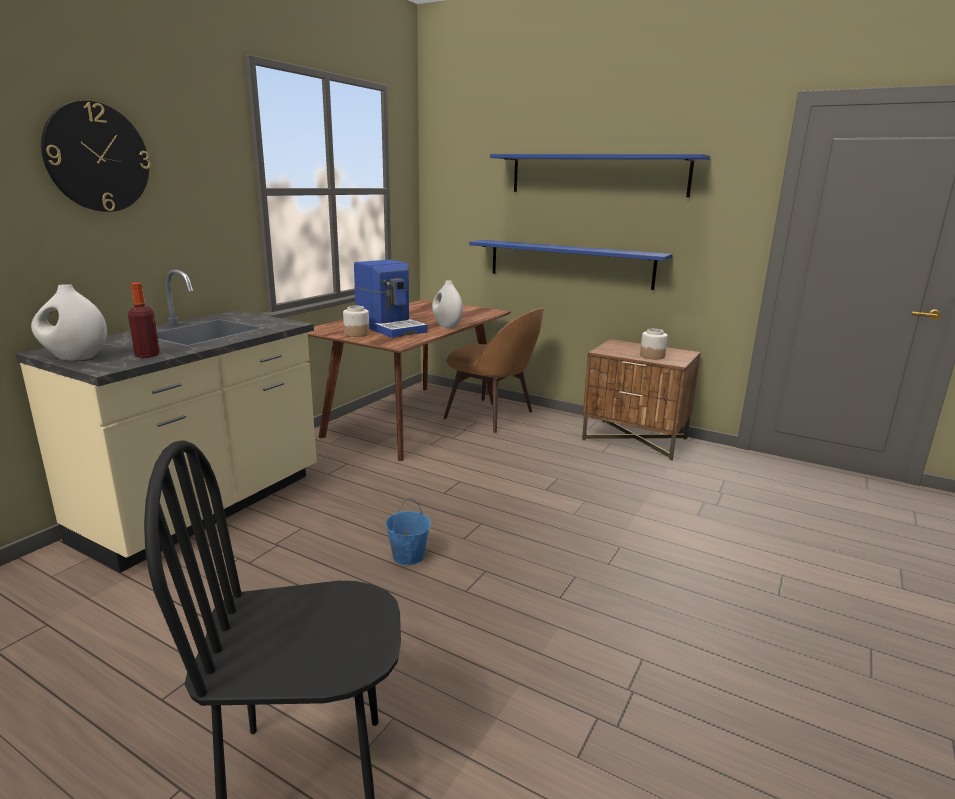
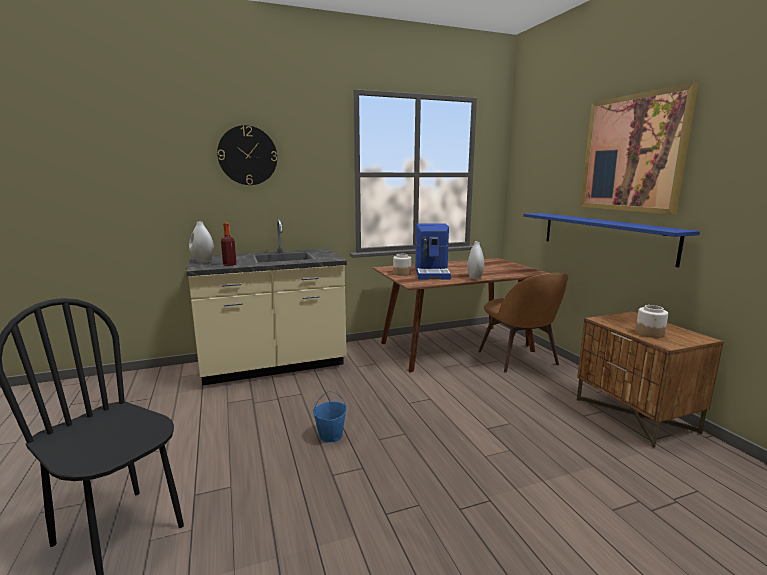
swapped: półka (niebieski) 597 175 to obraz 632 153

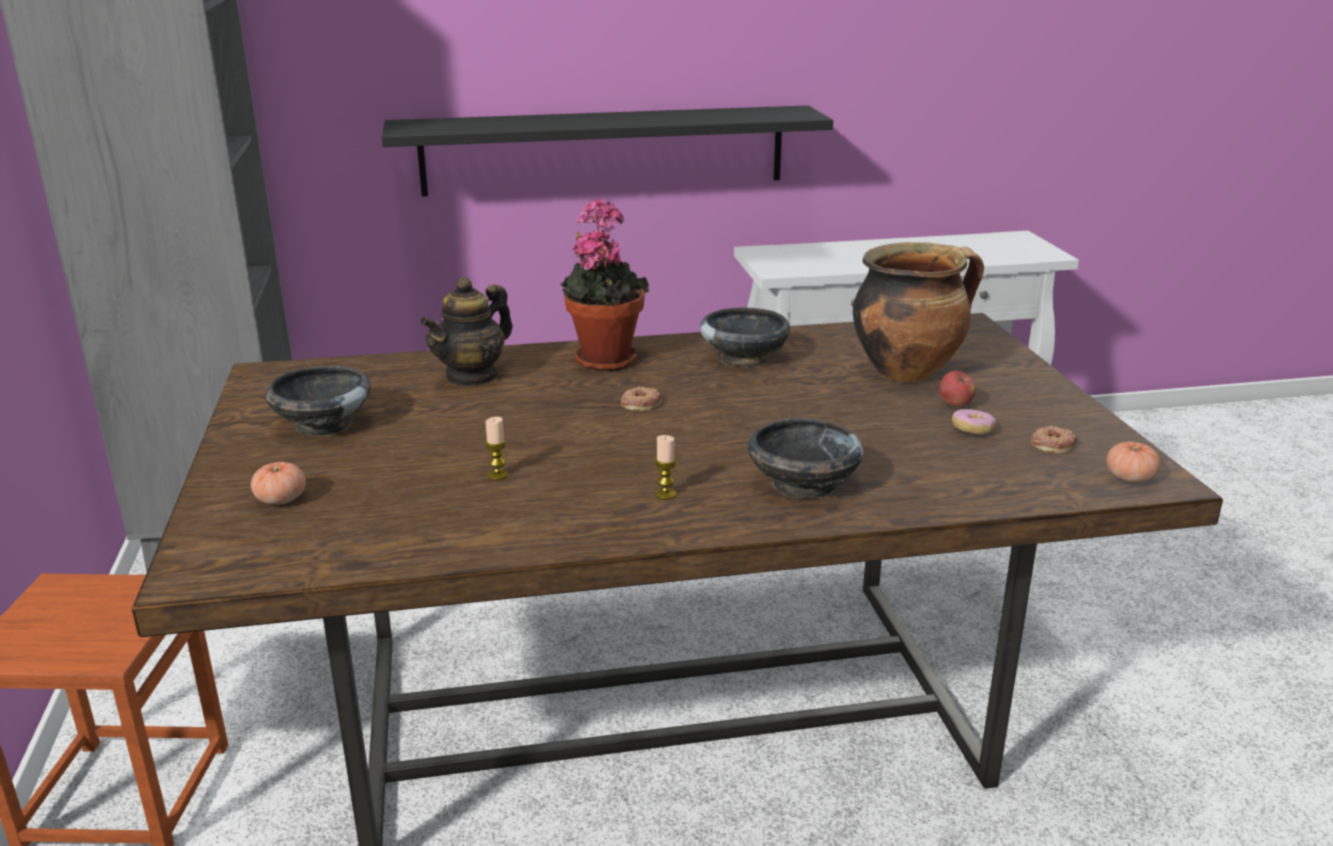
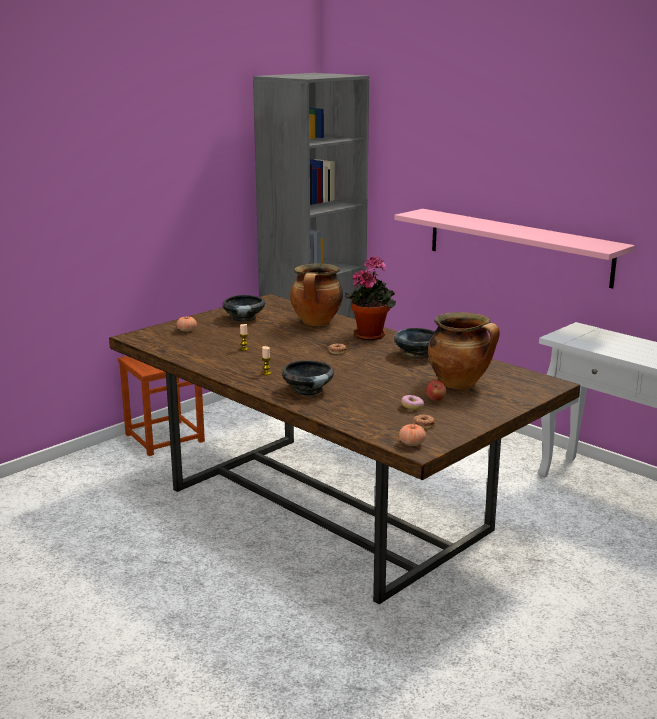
swapped: imbryk 472 376 to garnek 317 323
repainted: półka (czarny) 604 150 to półka (różowy) 517 246

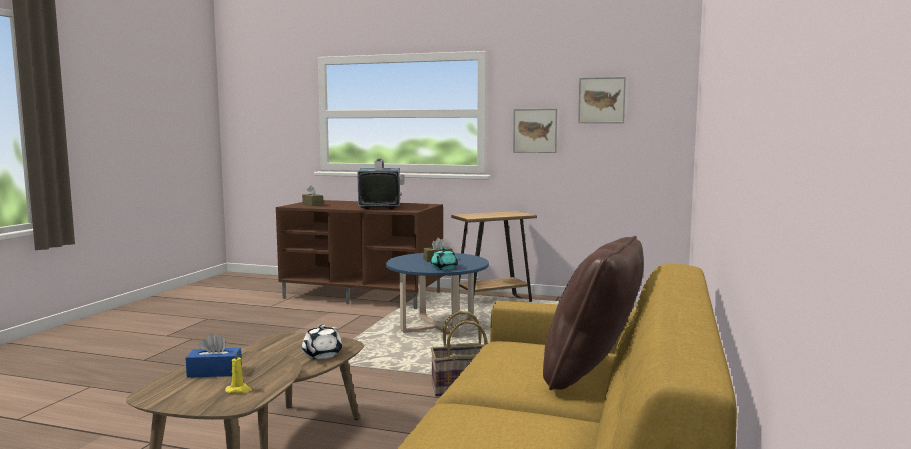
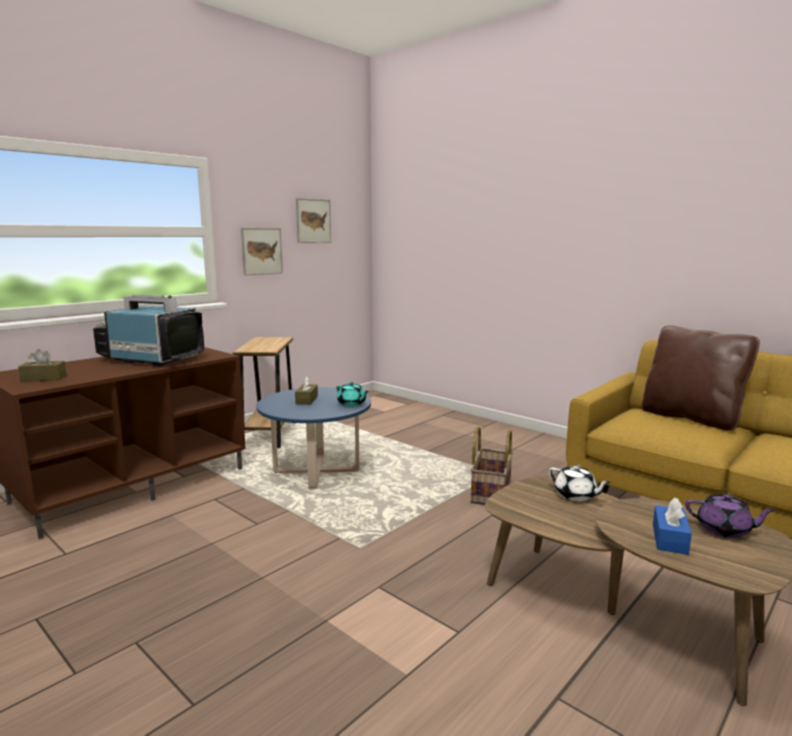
swapped: świeca (żółty) 239 390 to imbryk (fioletowy) 724 530

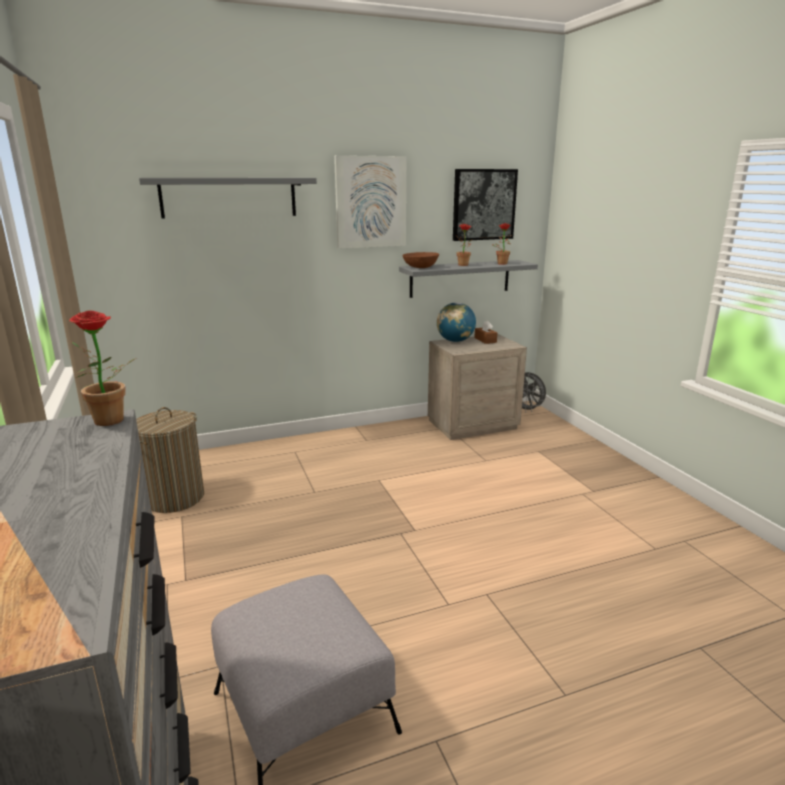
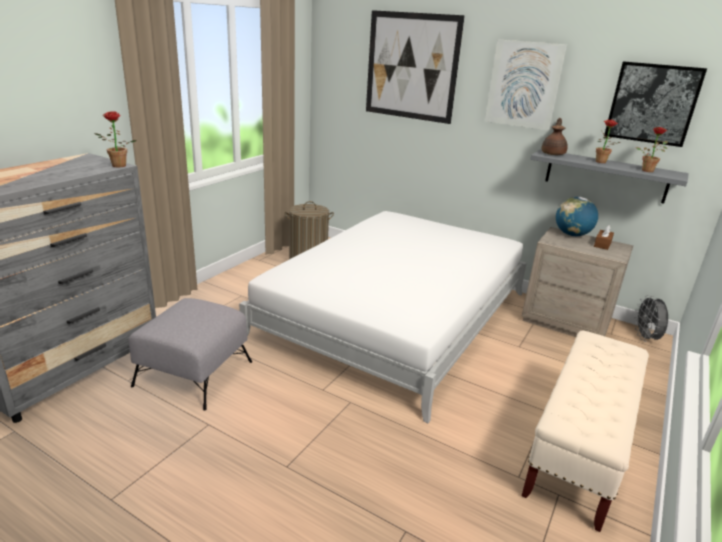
new: łóżko (biały) 395 315; ławka (beżowy) 579 450
swapped: półka (szary) 229 197 to obraz 411 67; miska (brązowy) 421 267 to imbryk (brązowy) 553 154

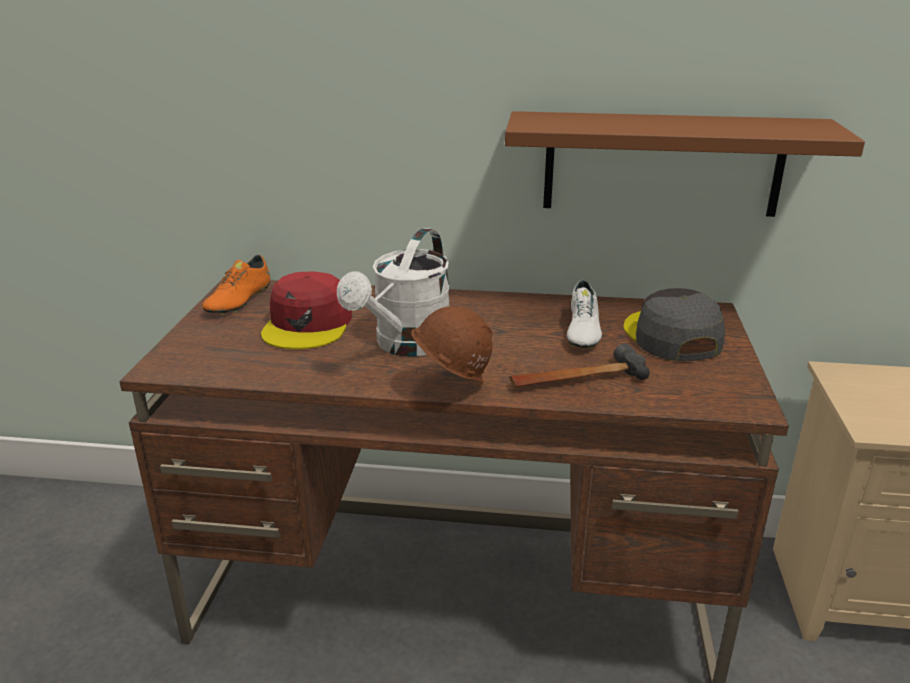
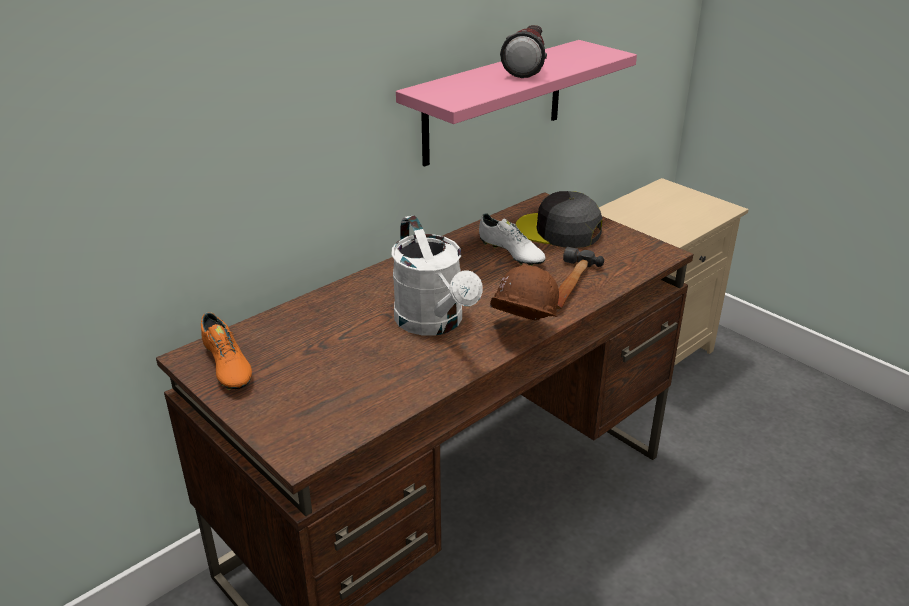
gone: czapka z daszkiem (czerwony) 308 325
new: latarka 527 66
repainted: półka (brązowy) 662 164 to półka (różowy) 494 102

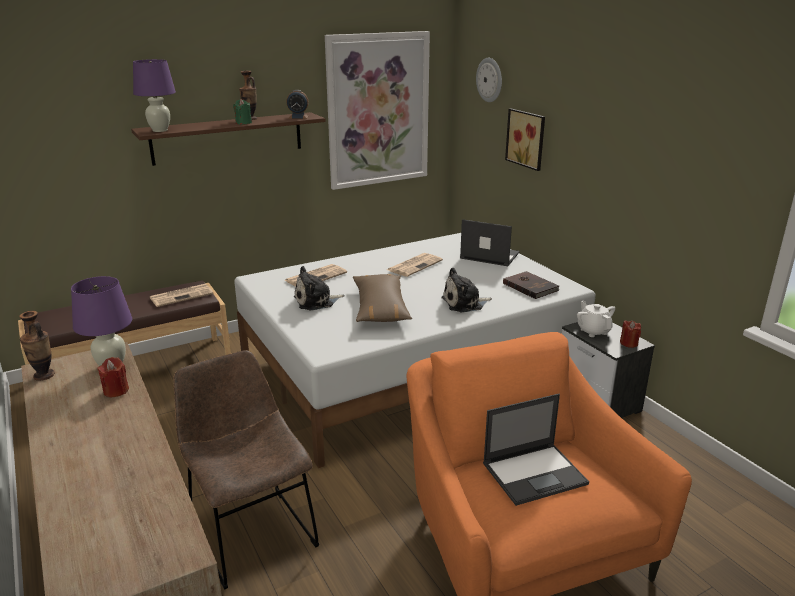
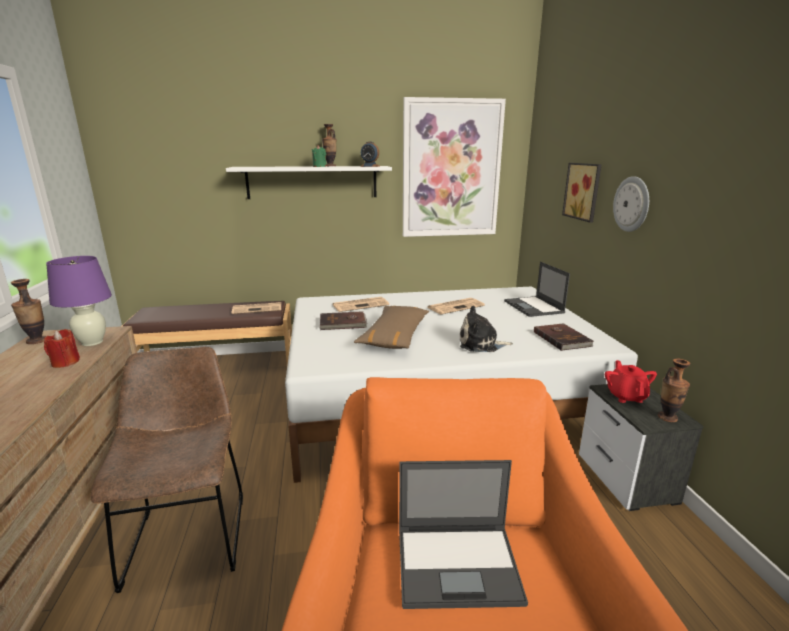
gone: lampa stołowa (fioletowy) 160 130
shifted: zegar ścienny 490 80 to 632 204
swapped: pluszak 316 301 to książka (brązowy) 343 323; świeca (czerwony) 629 343 to wazon 667 417
repainted: półka (brązowy) 228 138 to półka (biały) 312 182; imbryk (biały) 593 331 to imbryk (czerwony) 626 396
rotated: laptop 489 255 = 534 307 150 degrees counterclockwise

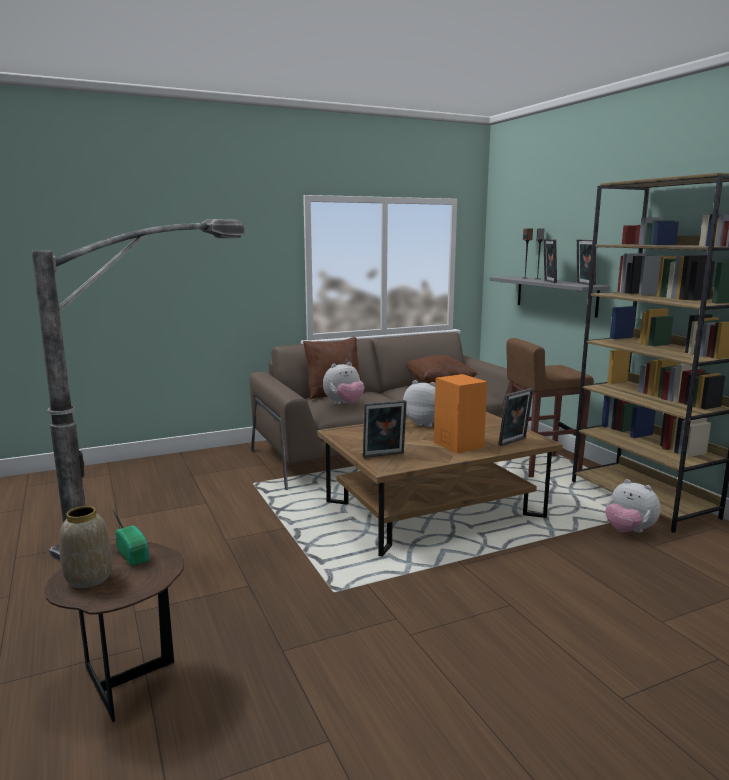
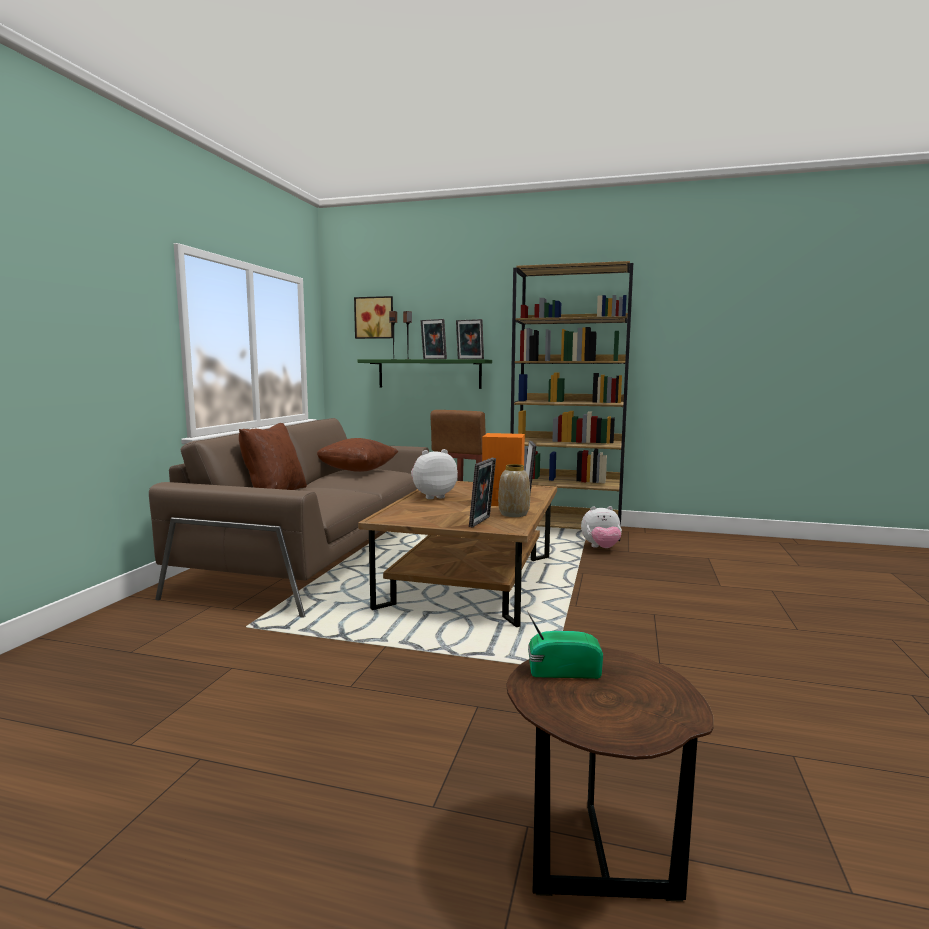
gone: lampa stojąca 169 508; pluszak 344 404
new: obraz 374 318
shifted: wazon 89 579 to 514 514
repainted: półka (szary) 555 295 to półka (zielony) 429 374

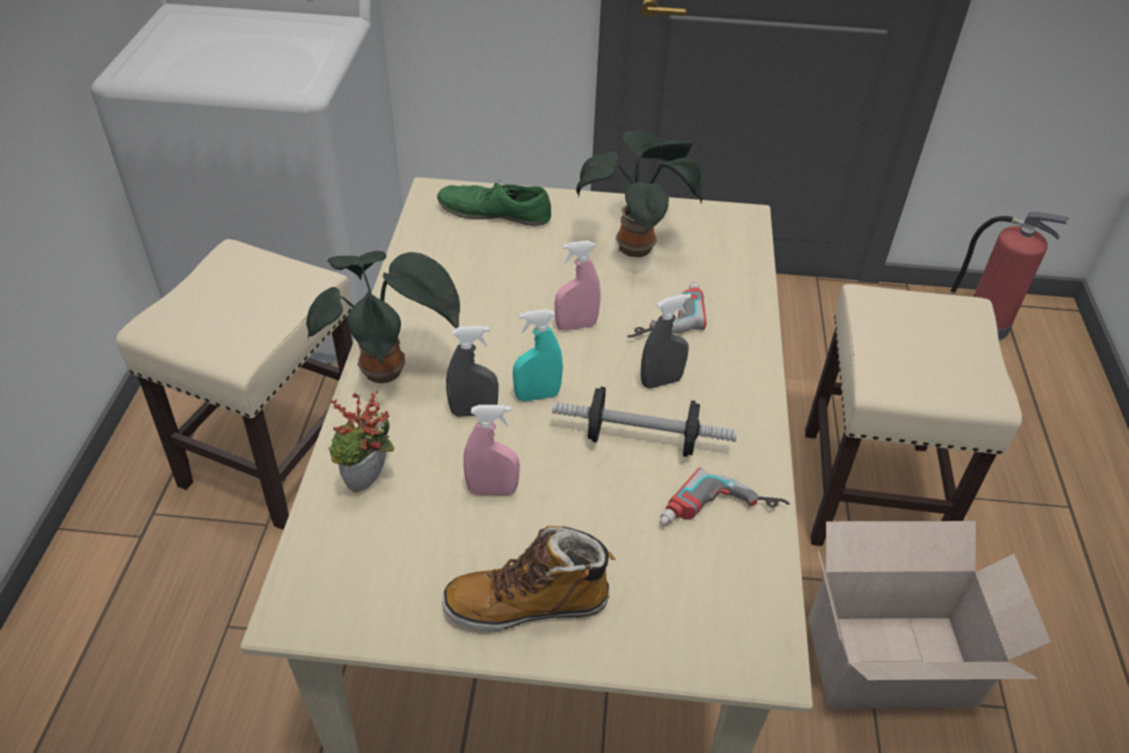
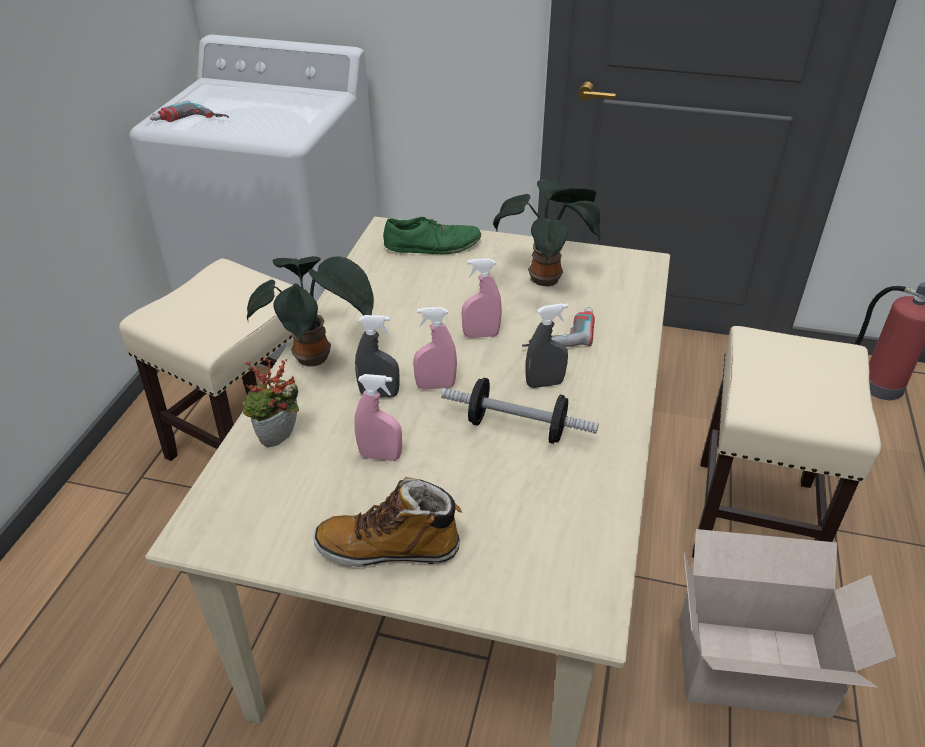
shifted: wiertarka 721 517 to 189 122
repainted: spryskiwacz (turkusowy) 537 395 to spryskiwacz (różowy) 435 386
rotated: but (zielony) 494 212 = 432 245 150 degrees clockwise

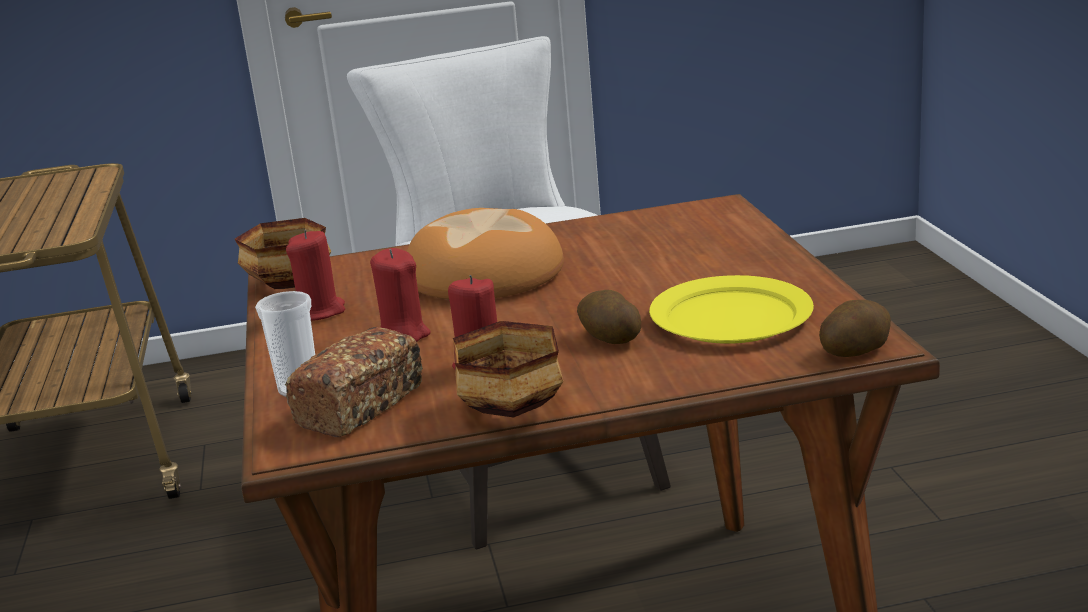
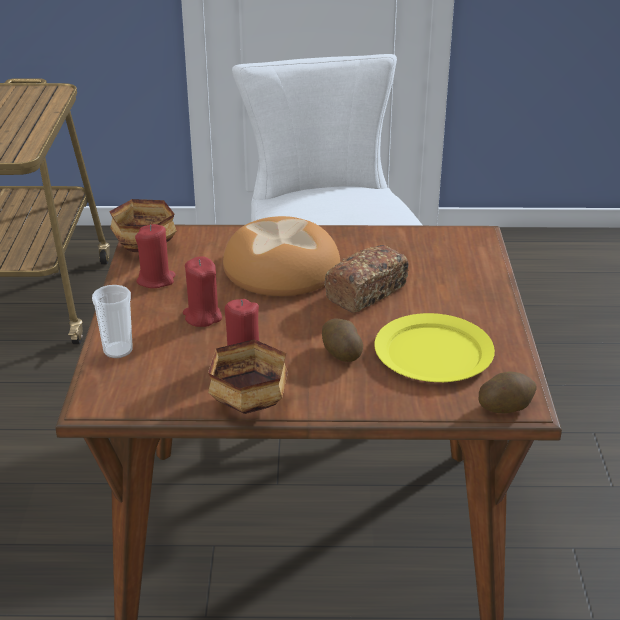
shifted: chleb 360 406 to 366 292

